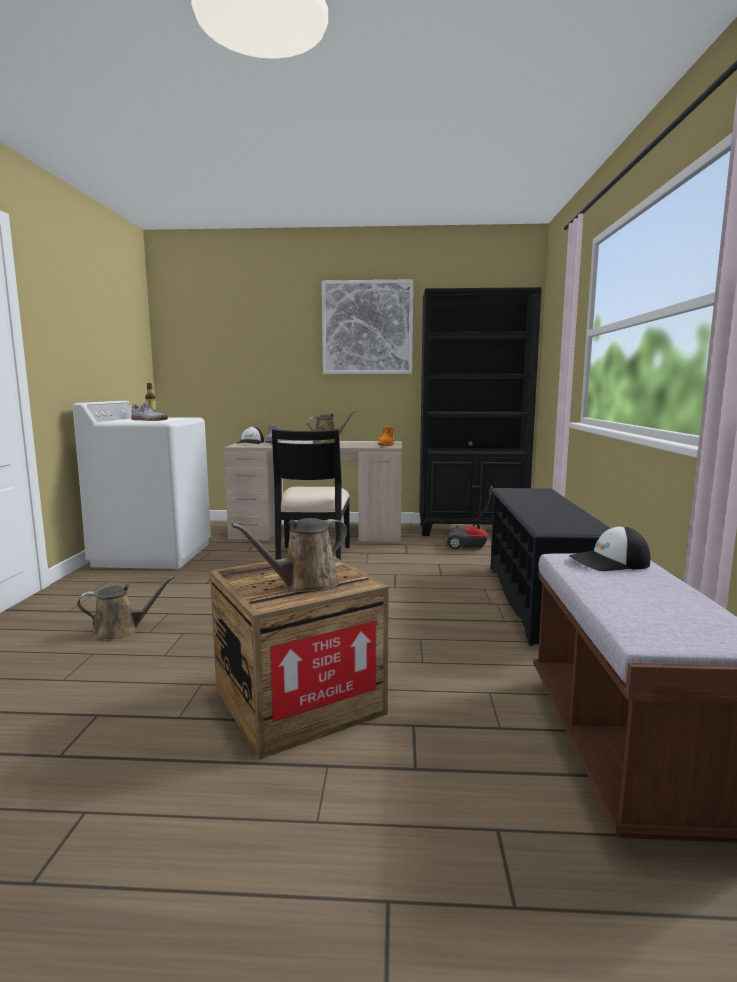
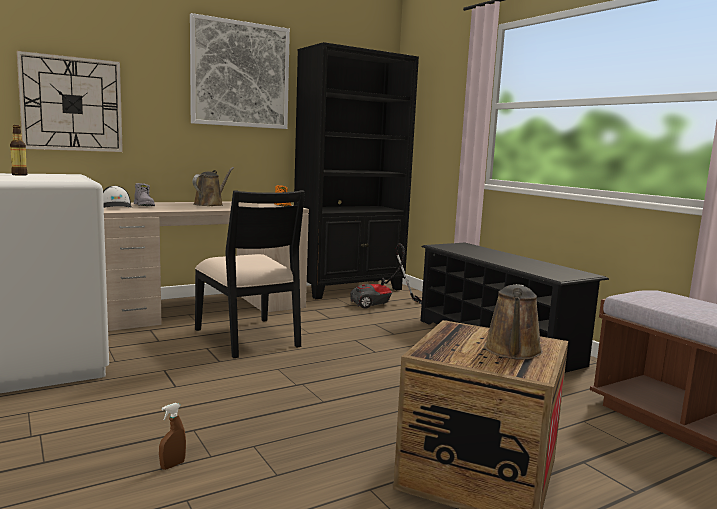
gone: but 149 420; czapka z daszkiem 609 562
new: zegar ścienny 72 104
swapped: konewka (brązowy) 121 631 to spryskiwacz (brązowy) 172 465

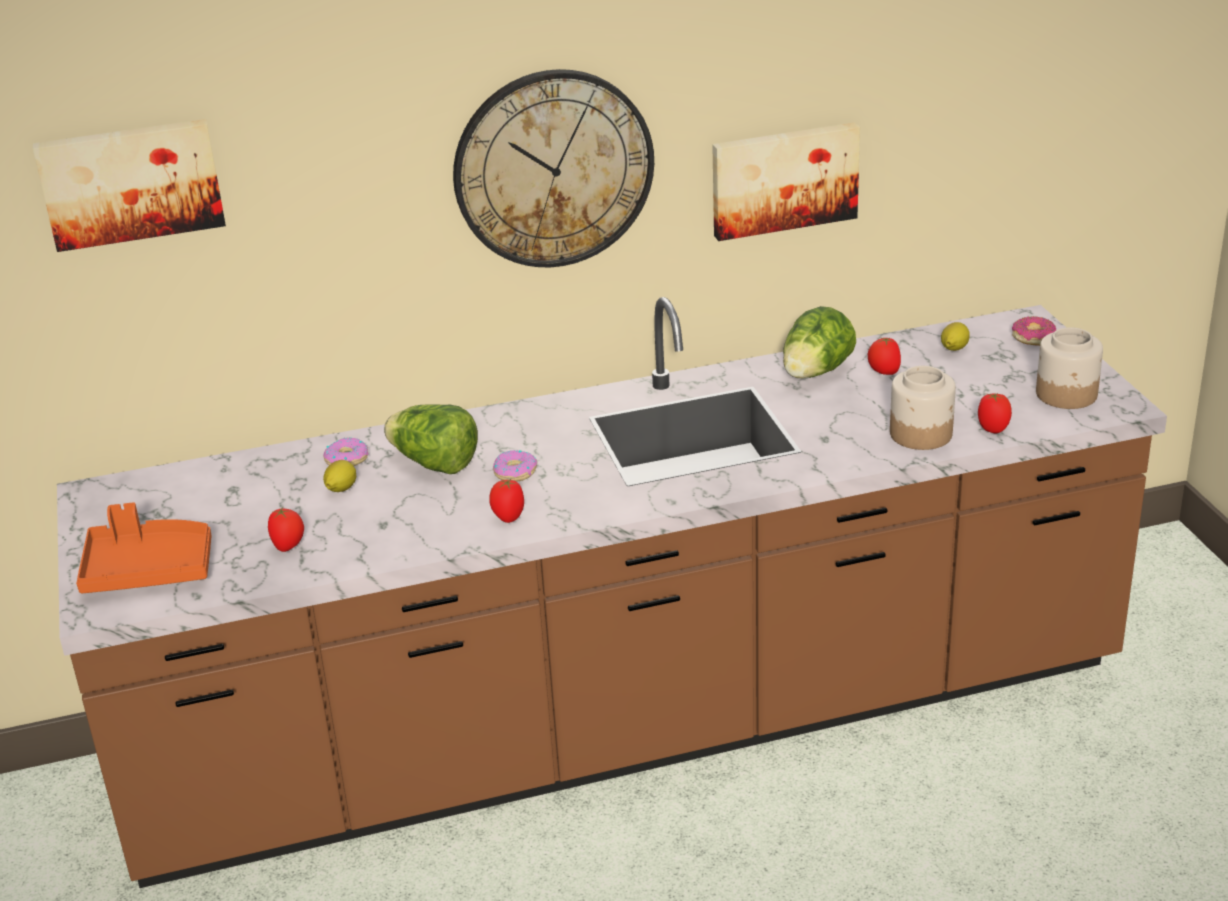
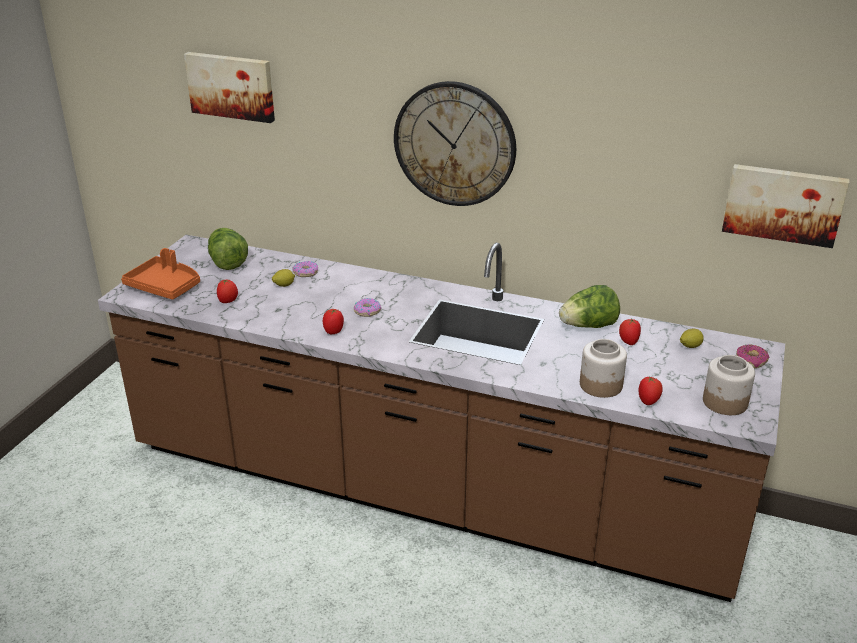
shifted: sałata 434 464 to 227 262; obraz 783 179 to 783 204

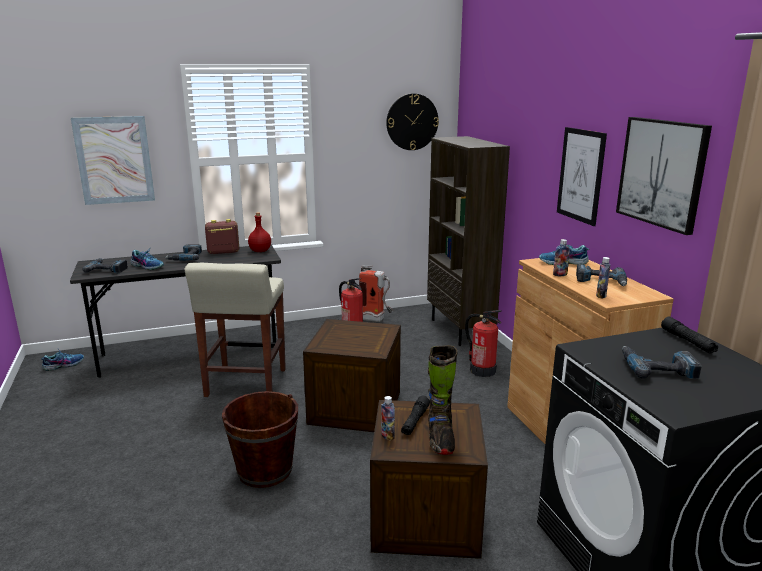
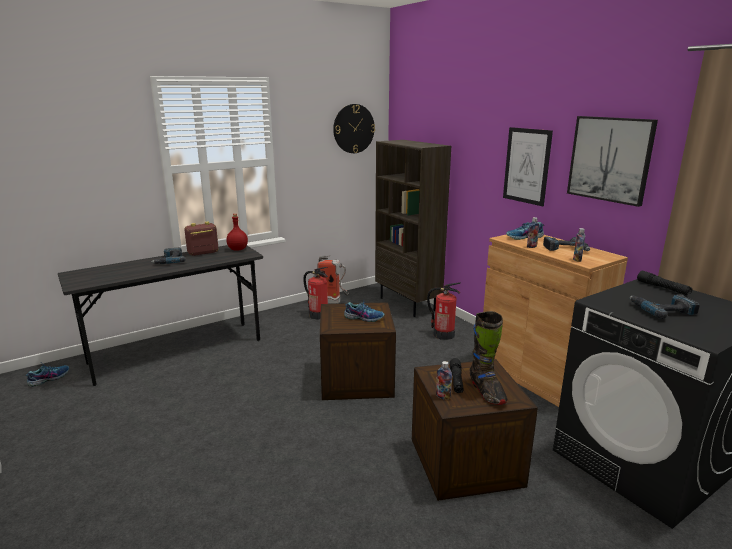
gone: obraz 114 160; wiertarka 108 269; stołek (beżowy) 245 383; wiadro (brązowy) 265 470
shifted: but 147 266 to 364 317

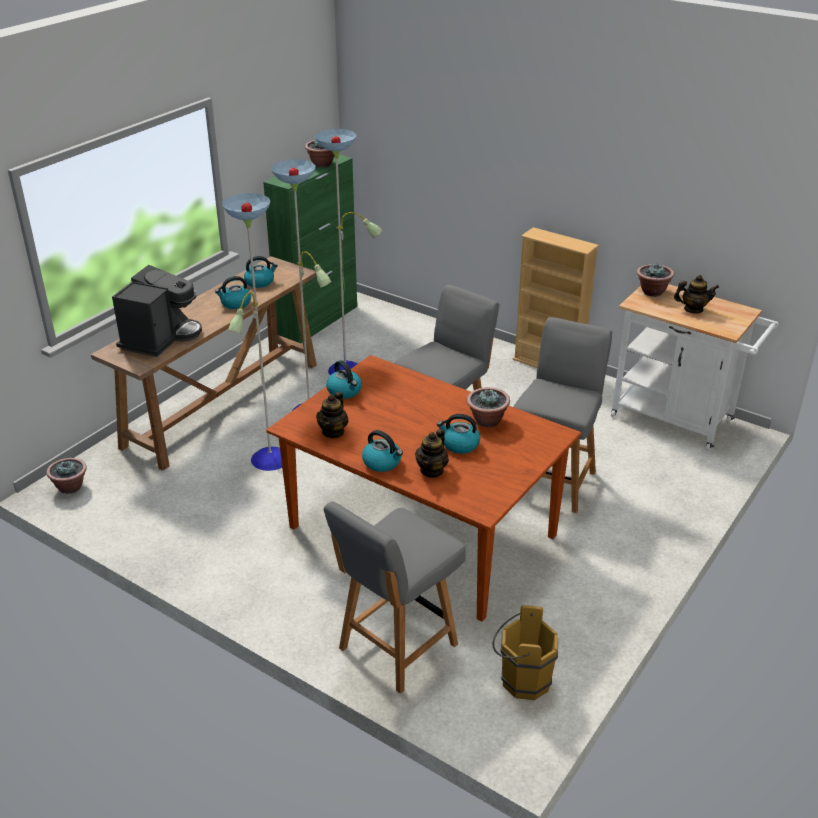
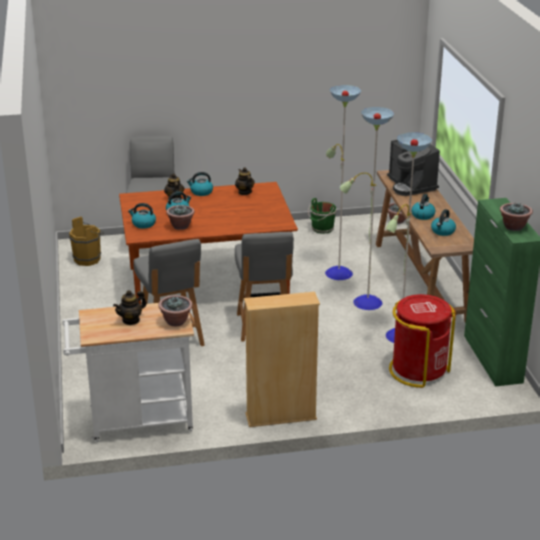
new: wiadro (zielony) 322 229; kosz na śmieci (czerwony) 418 370
shifted: czajnik 345 391 to 143 224

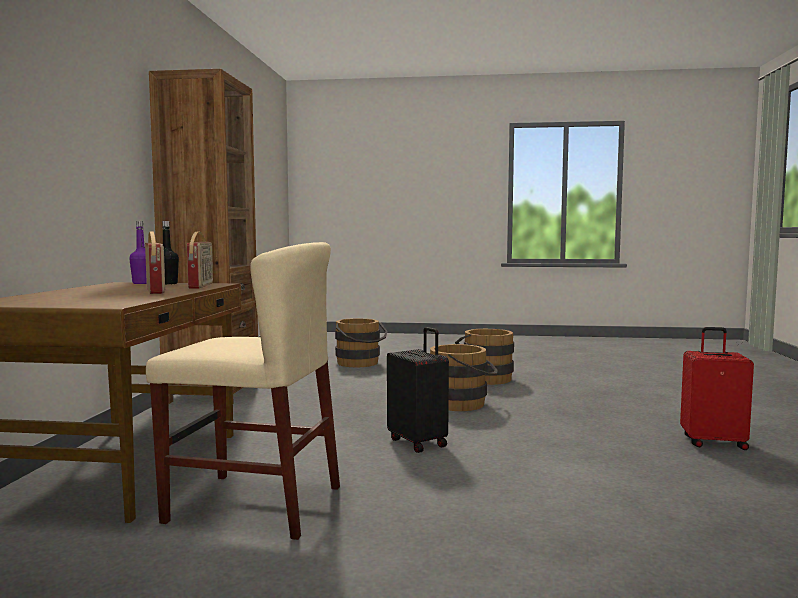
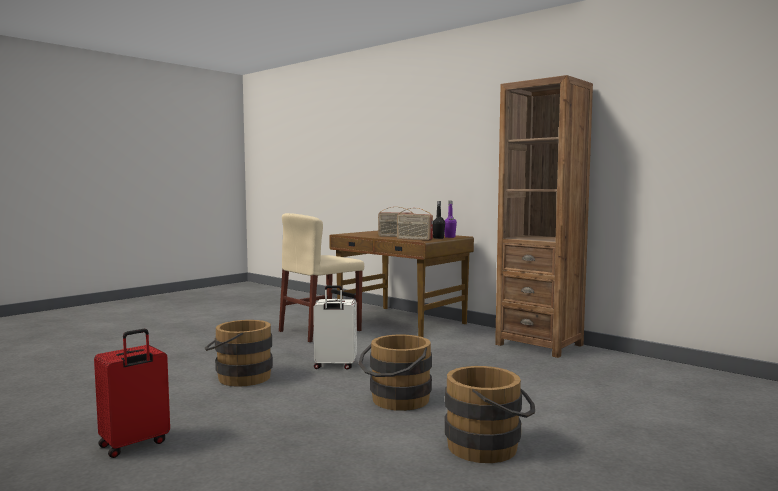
shifted: wiadro (brązowy) 360 363 to 239 377
repainted: walizka (czarny) 419 442 to walizka (biały) 335 366

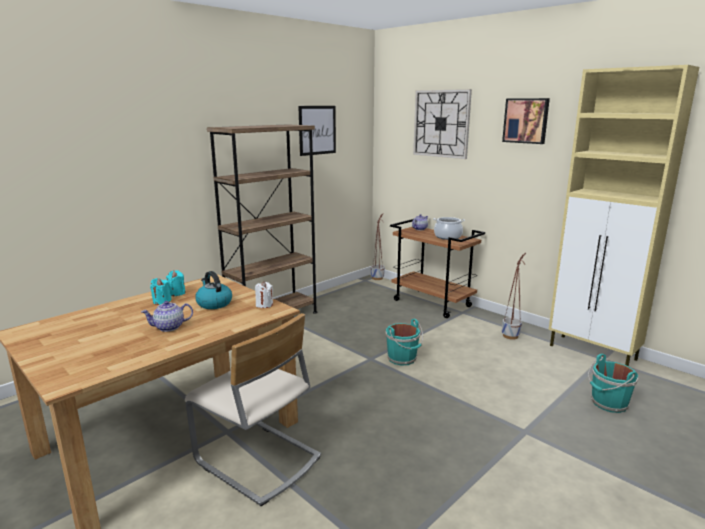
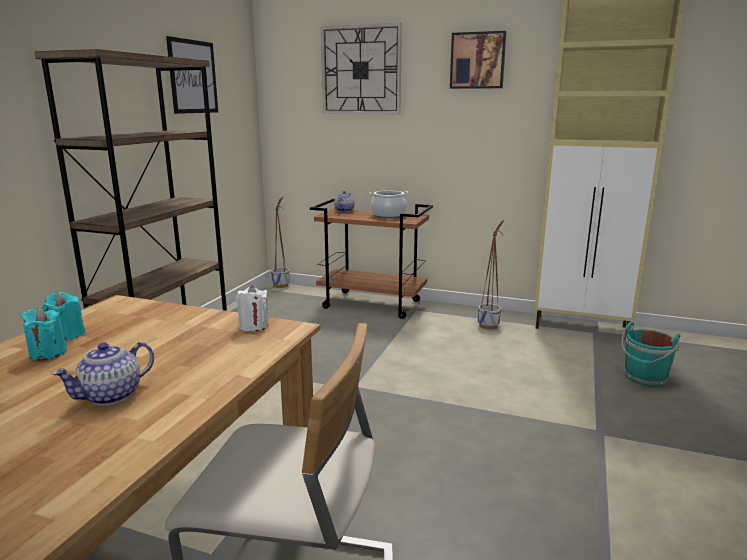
gone: czajnik 214 303; wiadro (turkusowy) 403 359

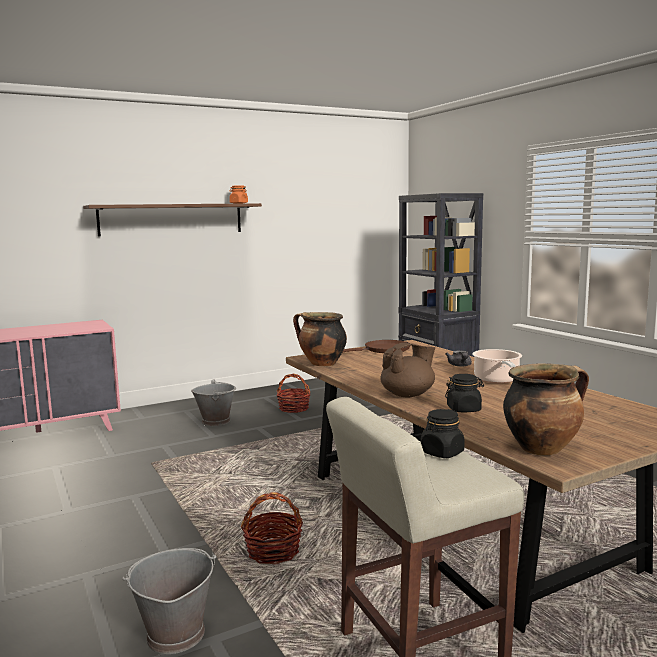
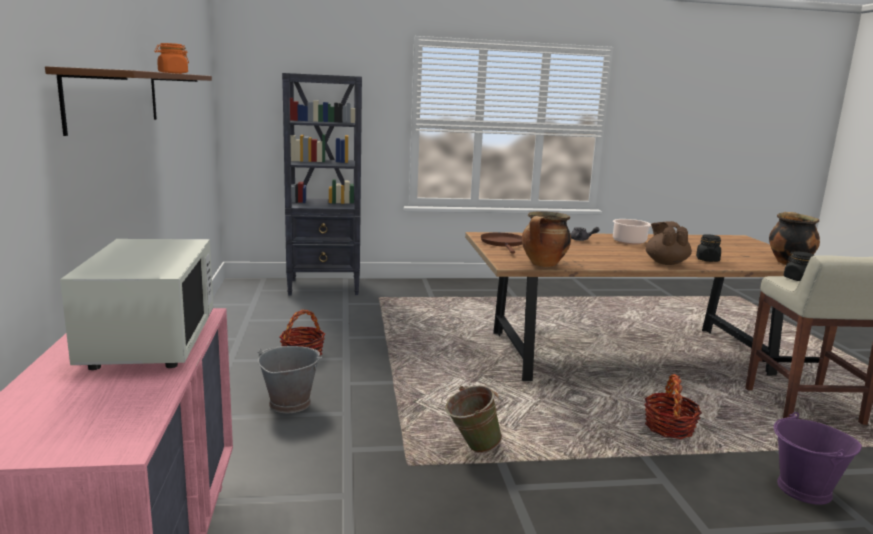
new: mikrofalówka (biały) 150 340; wiadro (zielony) 471 447
repainted: wiadro (szary) 174 634 to wiadro (fioletowy) 804 490

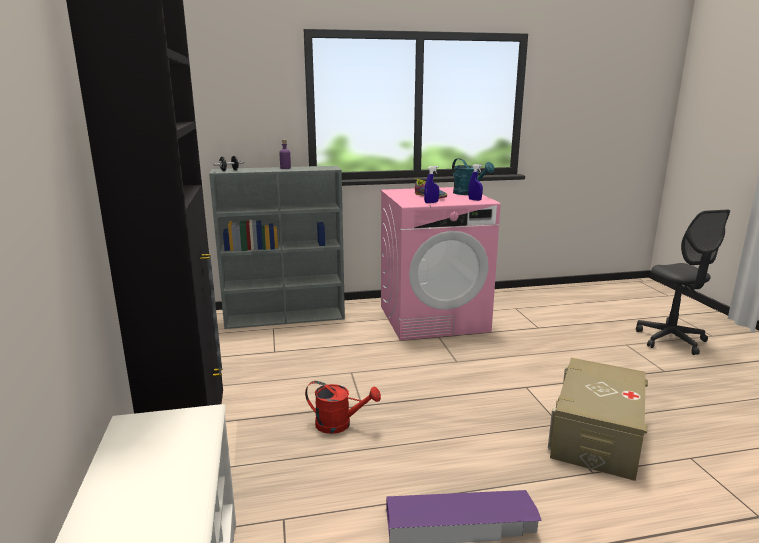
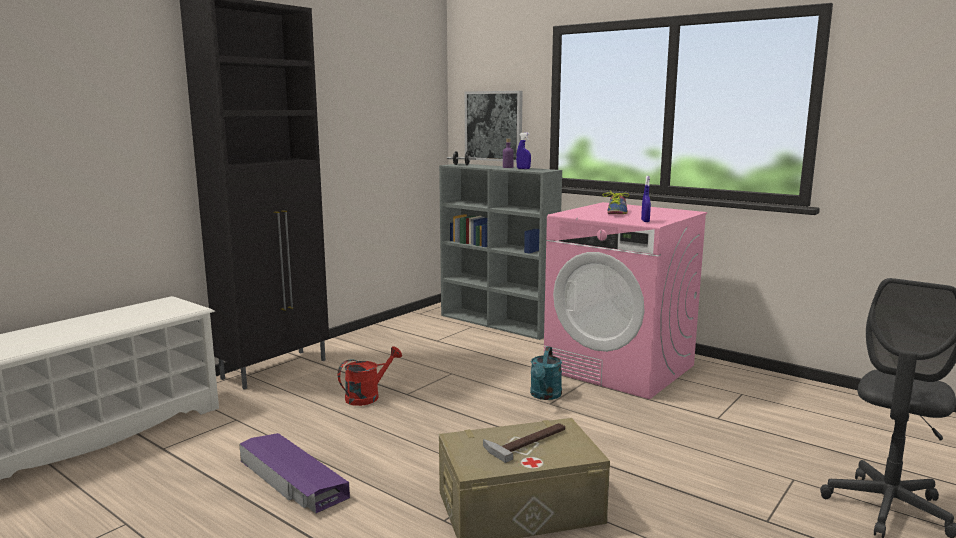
new: obraz 494 126; młotek 526 440
shifted: spryskiwacz (niebieski) 431 202 to 523 169; konewka (turkusowy) 469 193 to 545 396
rotated: konewka (czerwony) 339 424 = 367 396 105 degrees counterclockwise

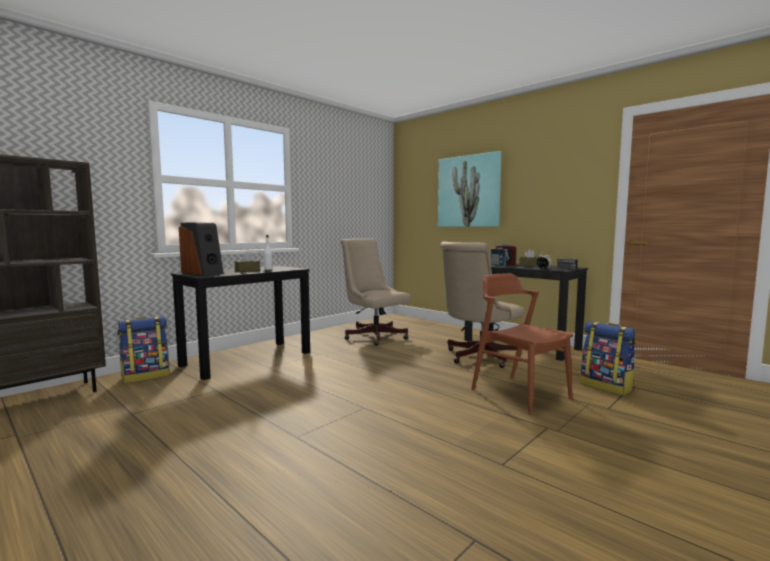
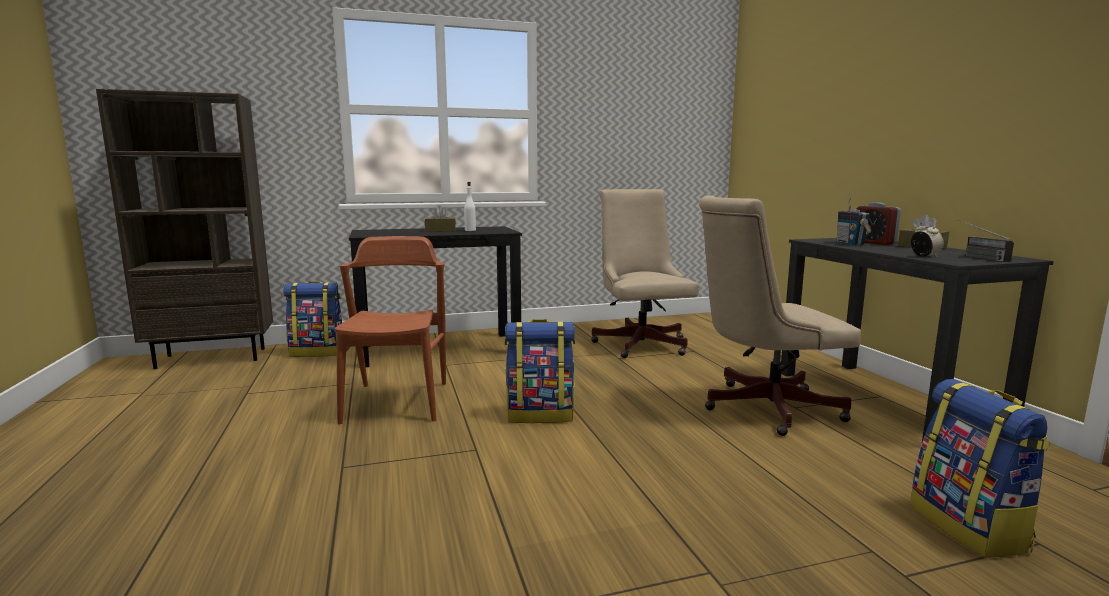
gone: głośnik 203 273; obraz 469 191
new: plecak 540 414
shifted: krzesło (brązowy) 519 394 to 397 401

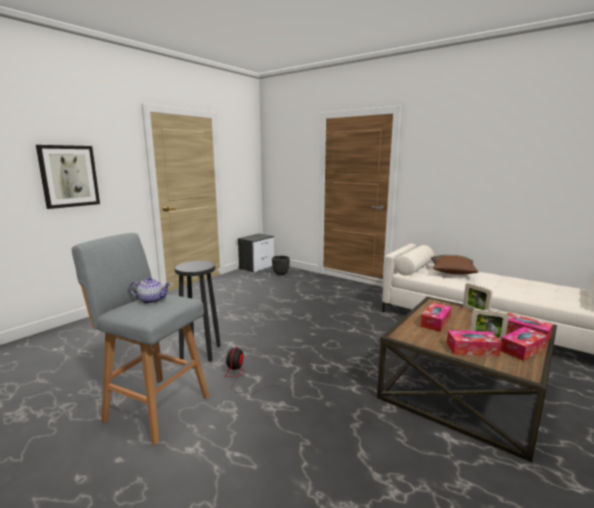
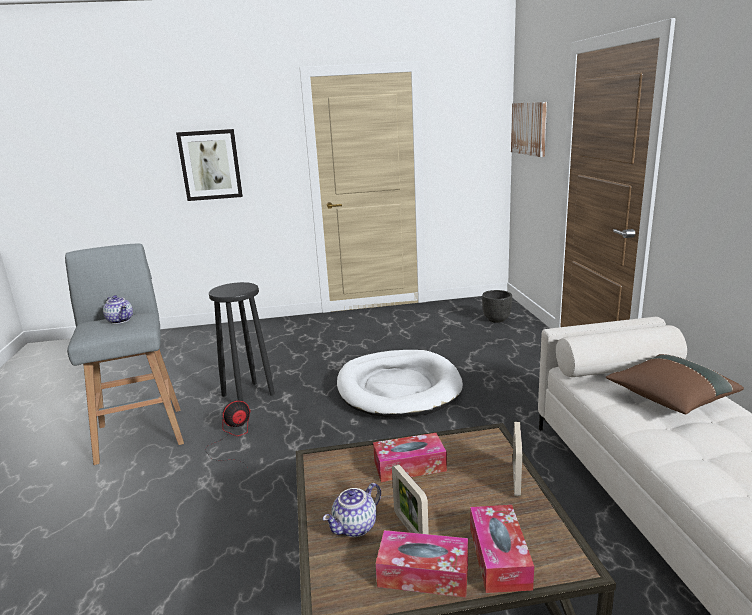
gone: szafka nocna 257 267
new: legowisko (biały) 398 388; obraz 529 128
swapped: pudełko chusteczek 472 349 to imbryk 355 527

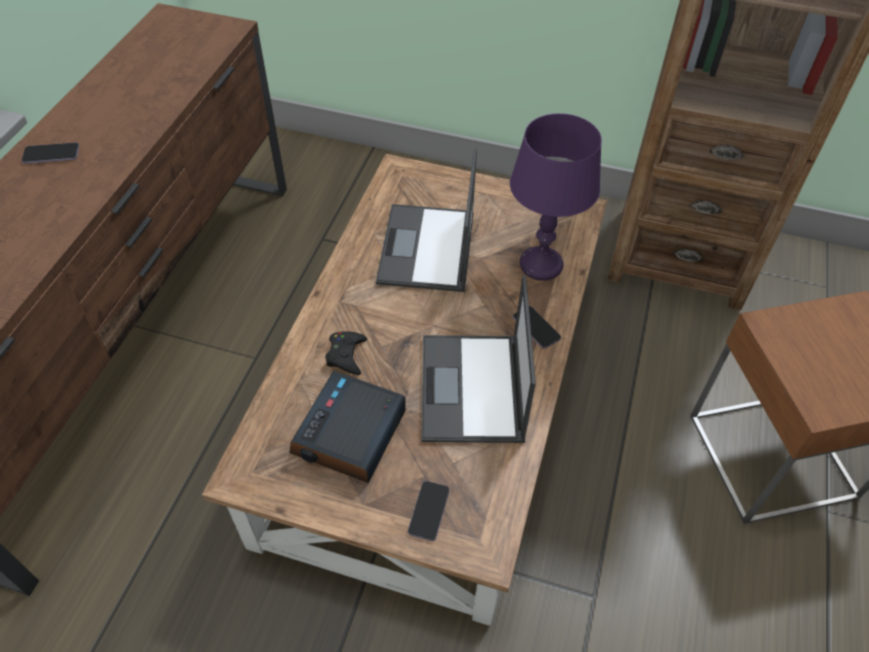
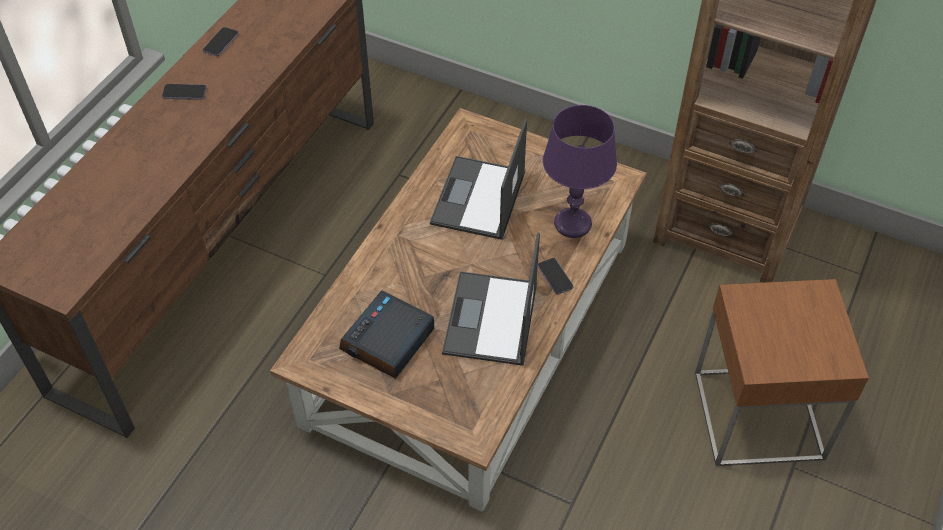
gone: pad do gier (czarny) 346 355
shifted: telefon 429 511 to 221 43

